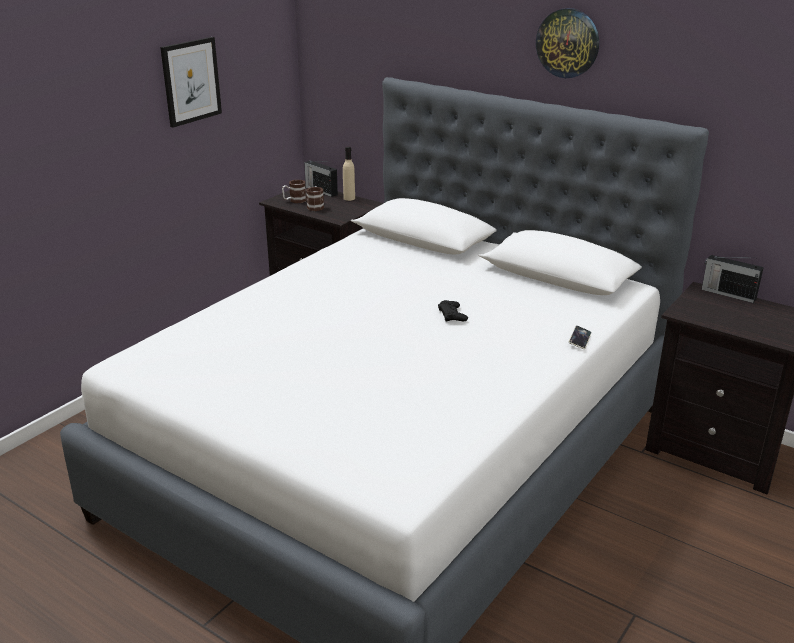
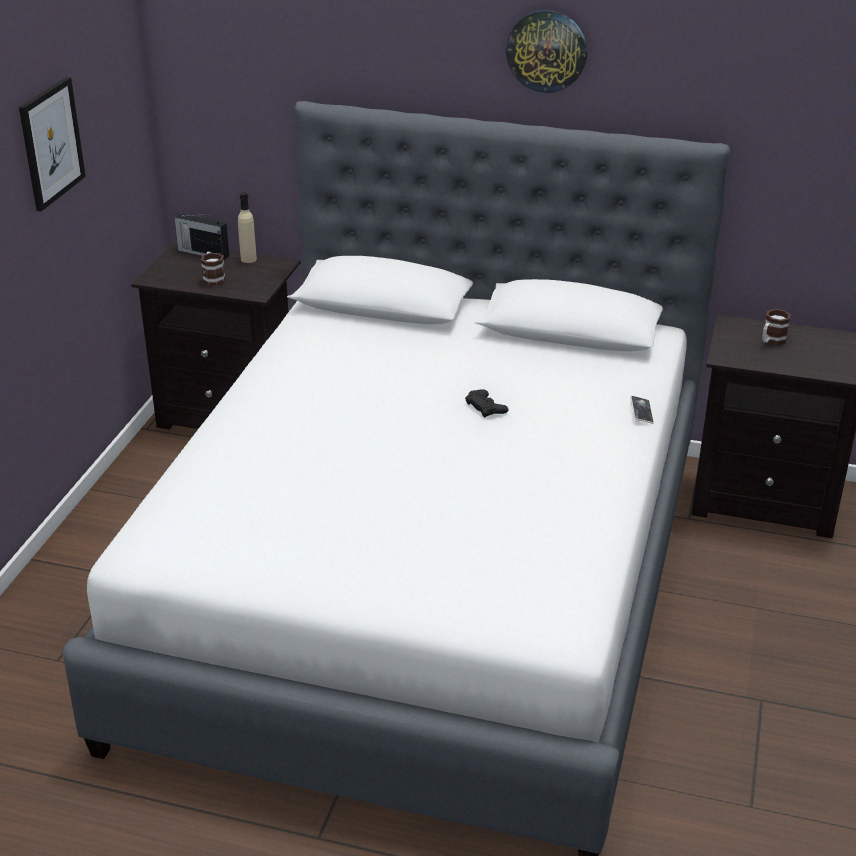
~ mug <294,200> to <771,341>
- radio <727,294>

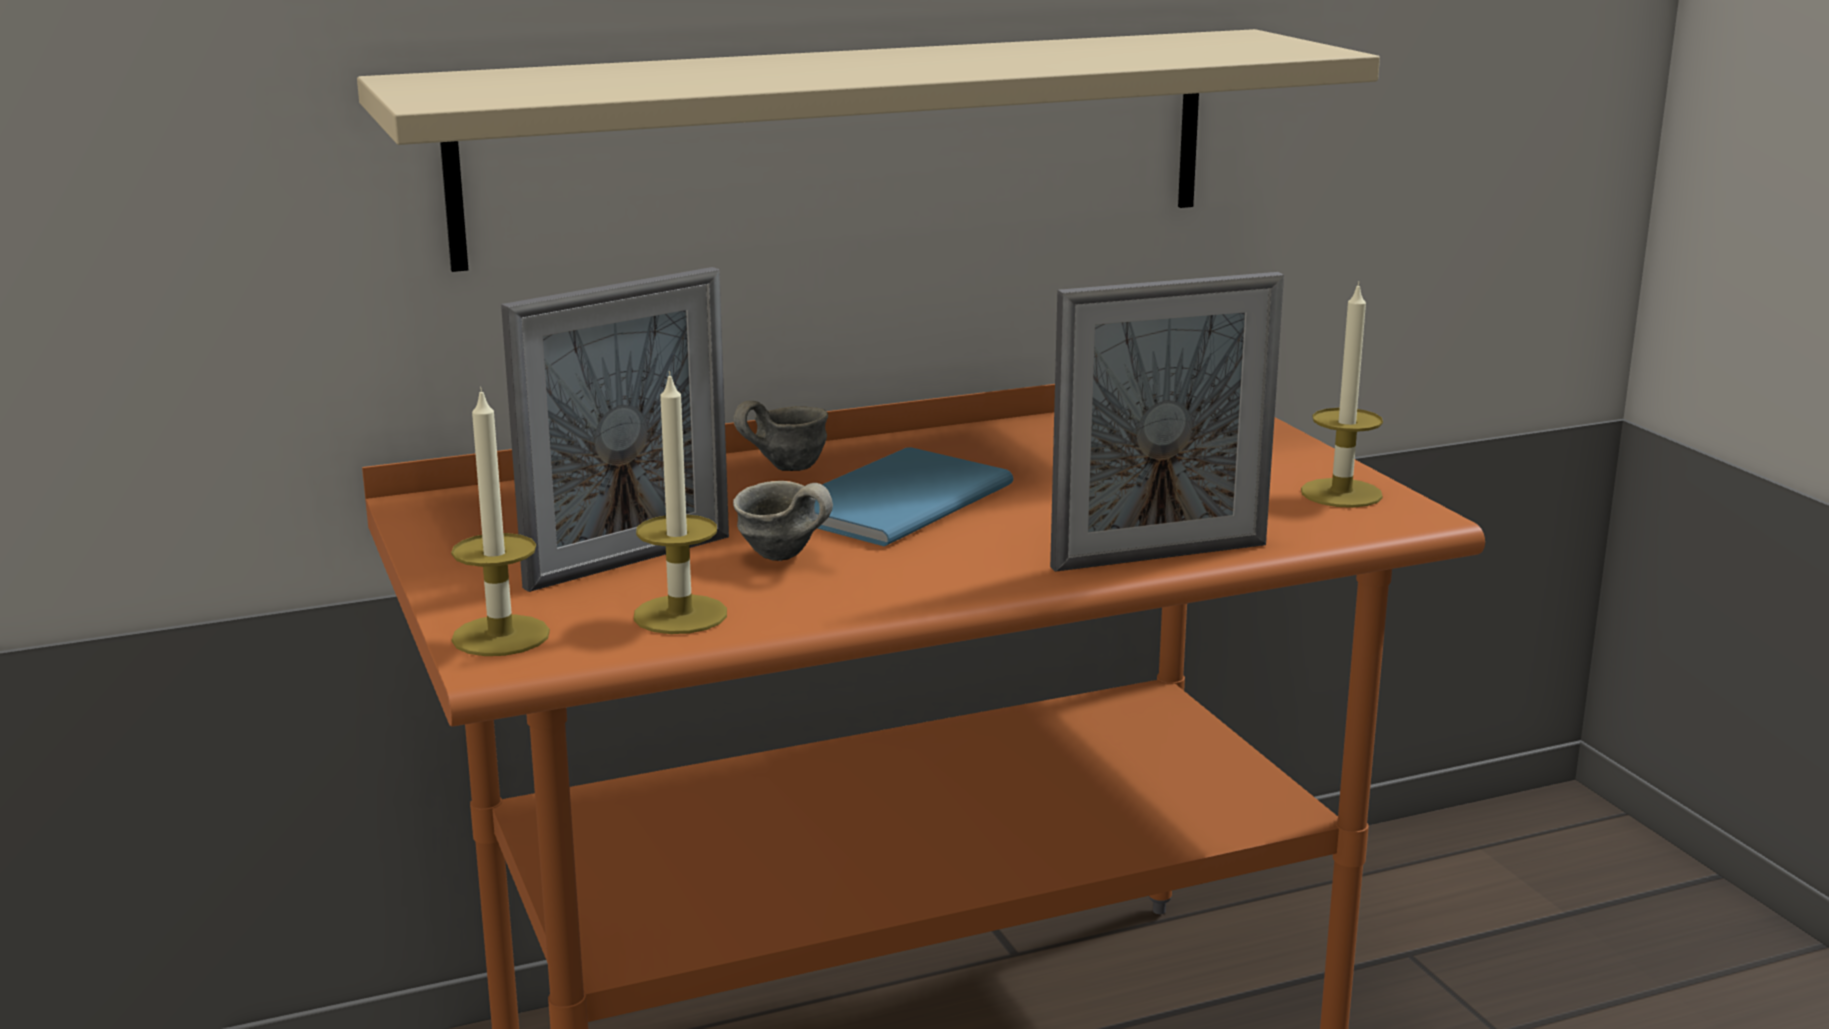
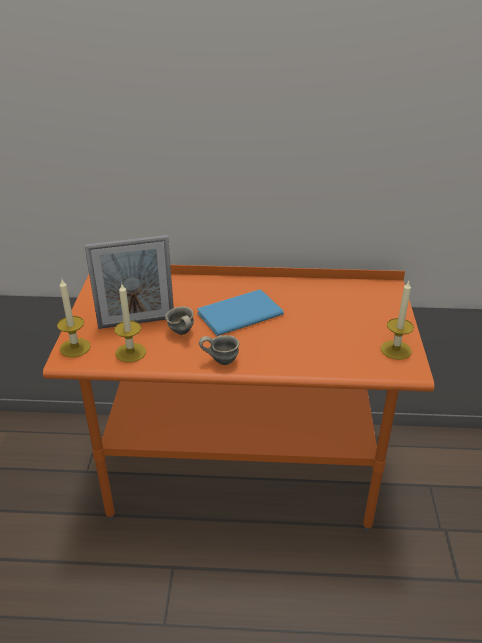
- shelf in beige <845,144>
~ mug in grey <783,468> to <221,360>
- picture frame <1159,556>

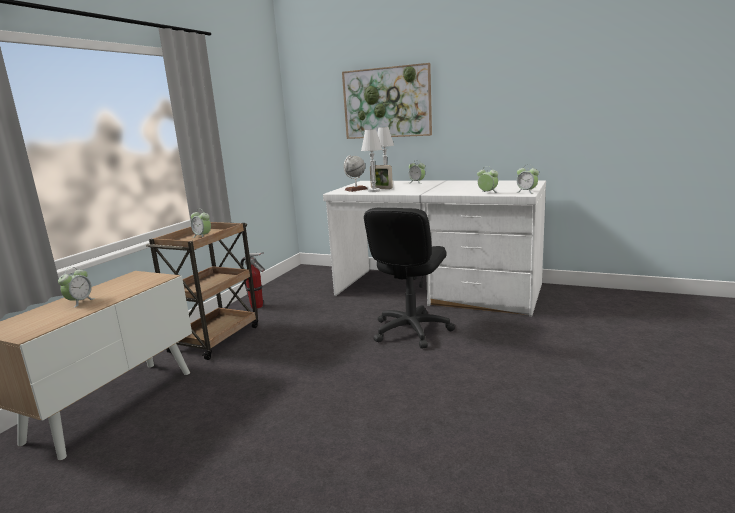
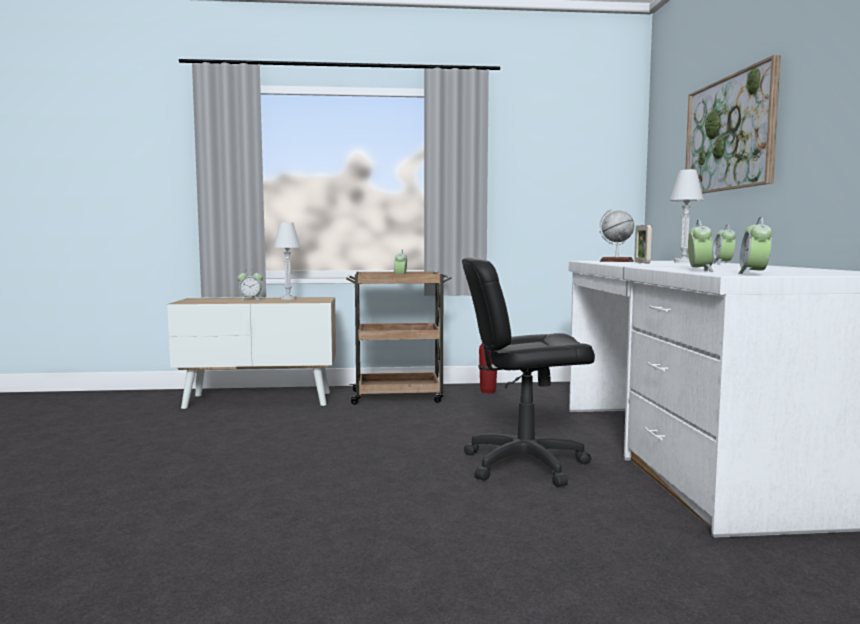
~ table lamp in white <374,191> to <288,299>

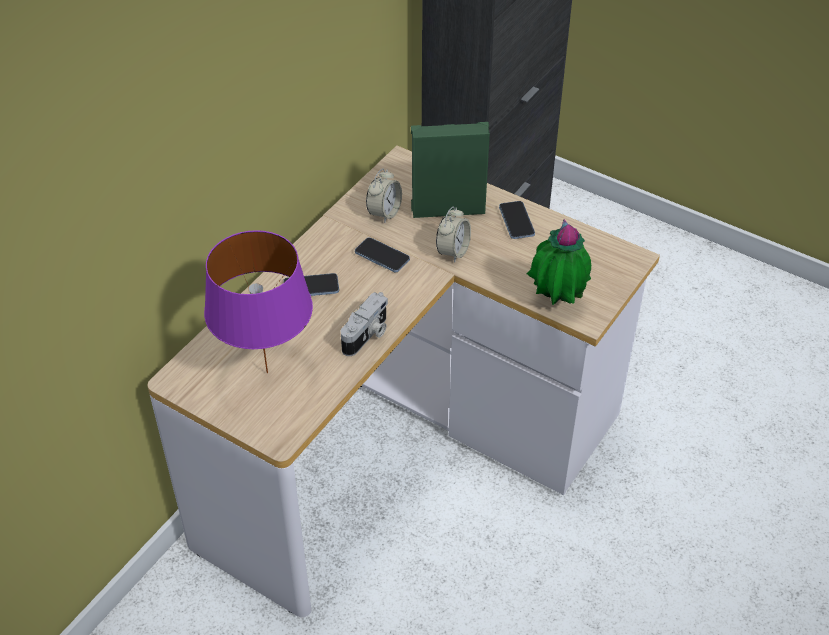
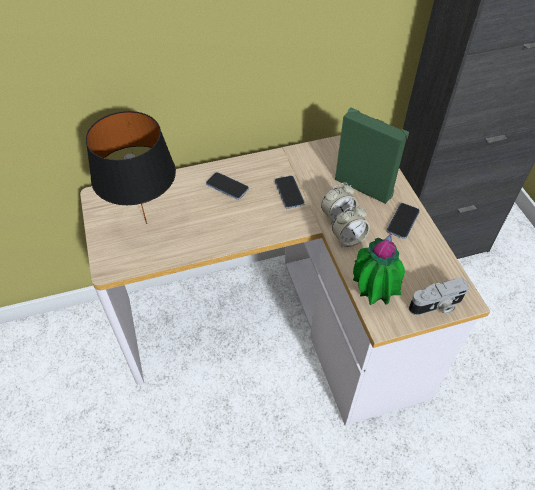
~ table lamp in purple <268,373> to table lamp in black <146,224>
~ photo camera <367,335> to <437,306>
~ alarm clock <384,213> to <348,239>

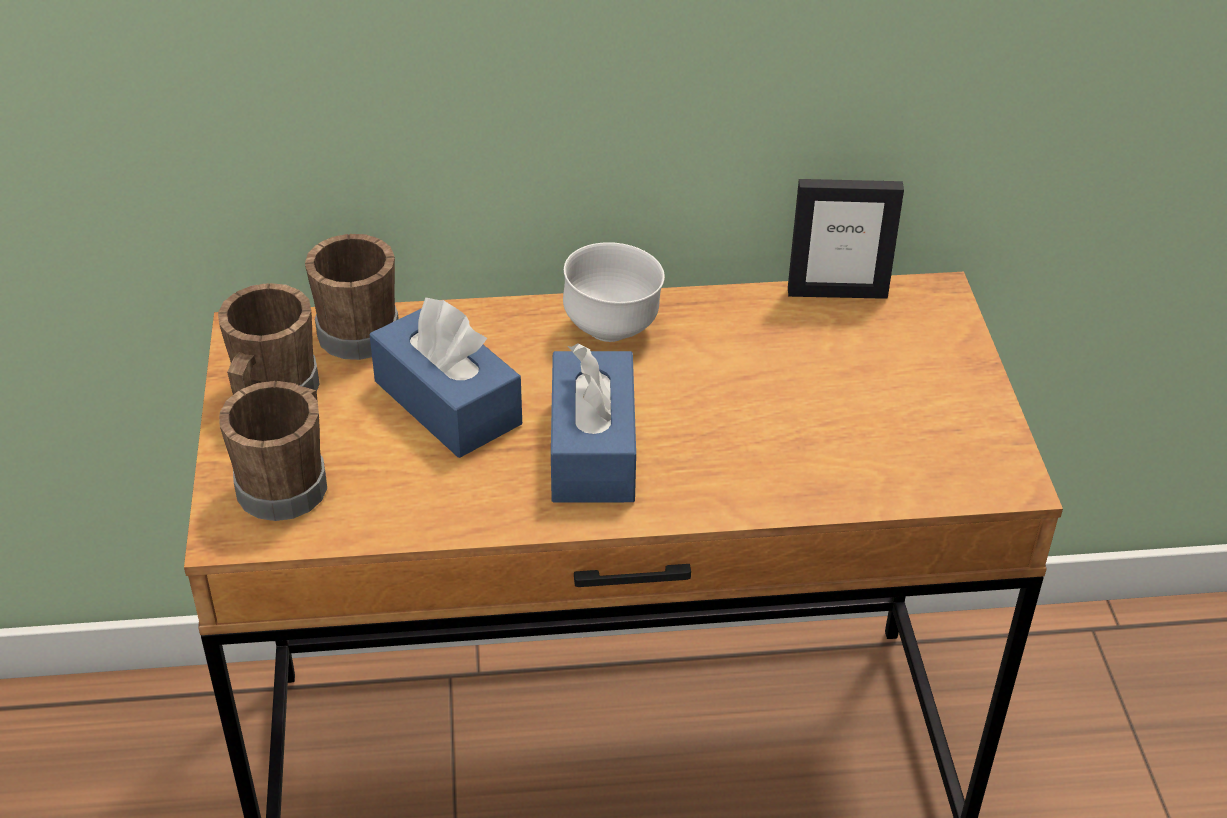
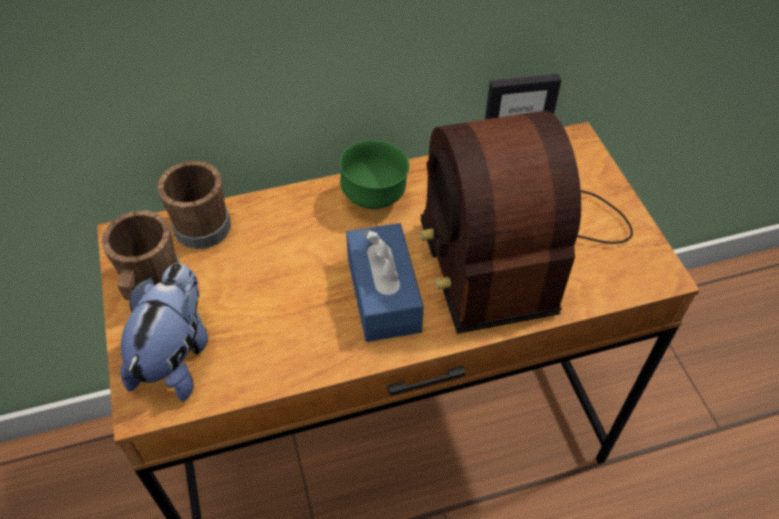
~ mug in brown <288,482> to plush toy <177,356>
- tissue box in blue <447,402>
~ bowl in white <612,330> to bowl in green <375,198>
+ radio <514,242>

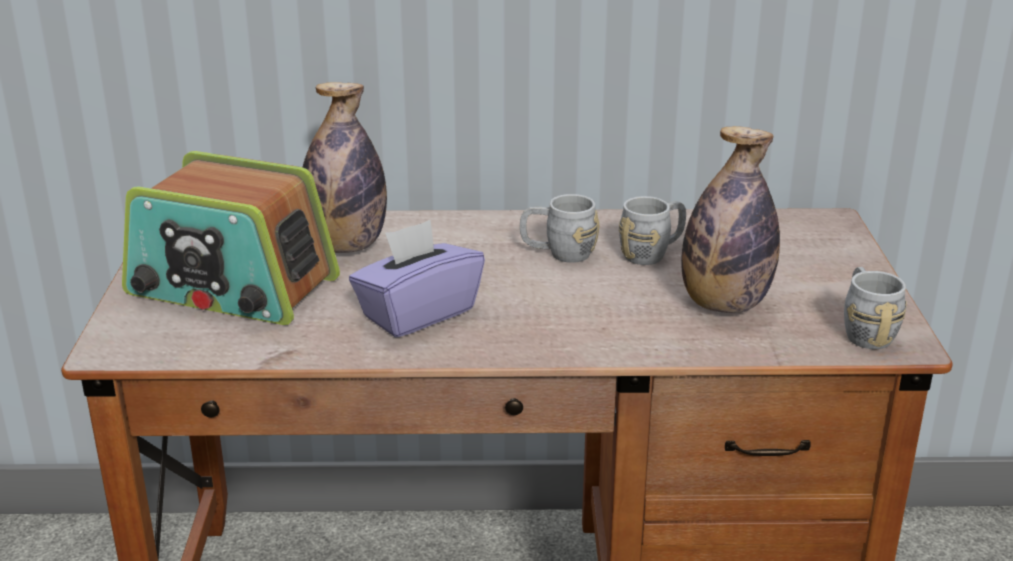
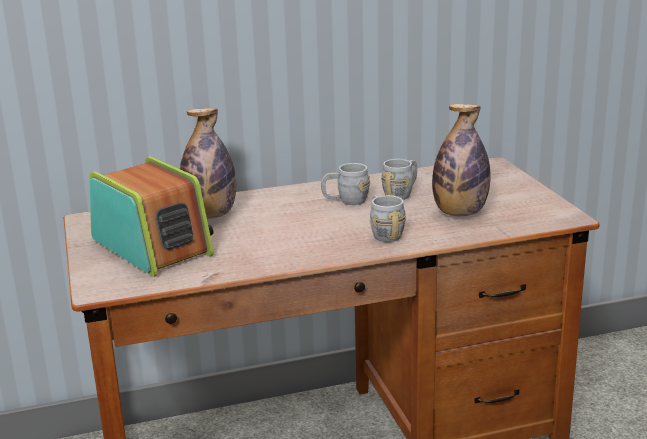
~ radio <232,287> = <152,247> 135 degrees counterclockwise
- tissue box in purple <417,313>
~ mug in grey <864,331> to <384,233>

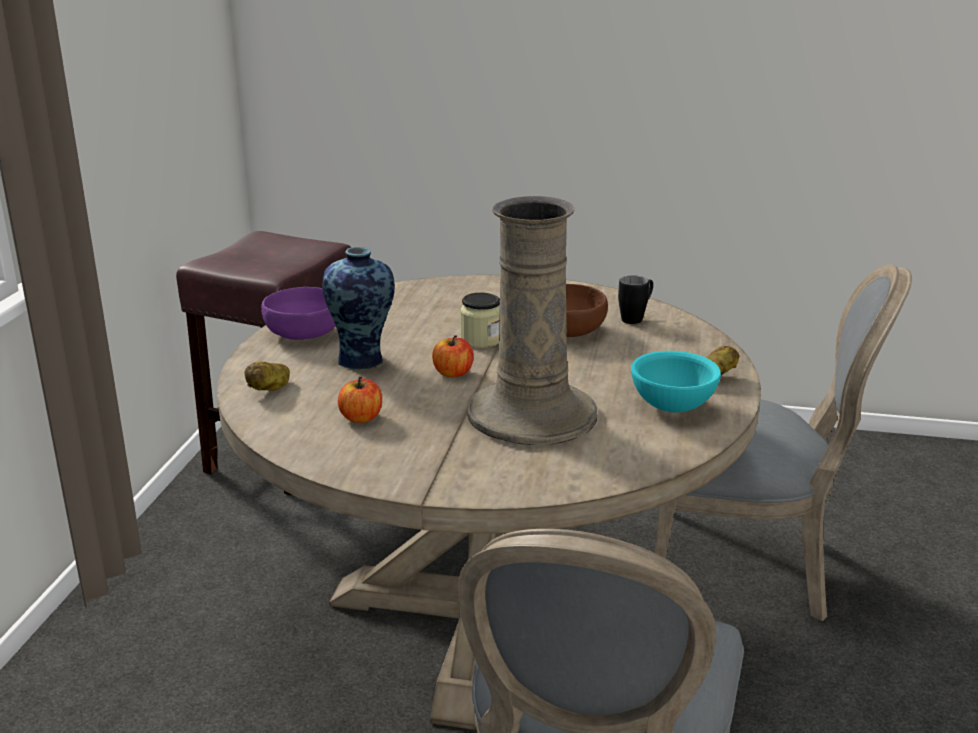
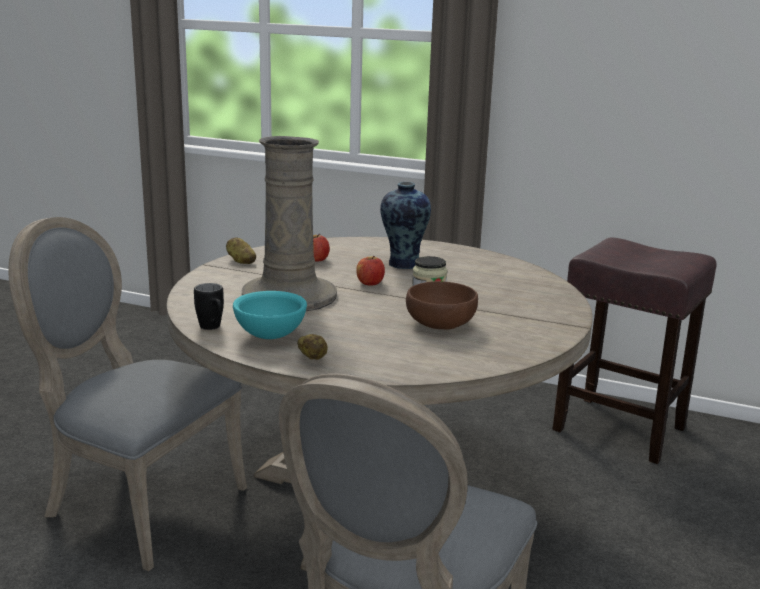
~ potato <270,389> to <240,261>
- bowl in purple <304,333>
~ mug in black <636,318> to <212,328>

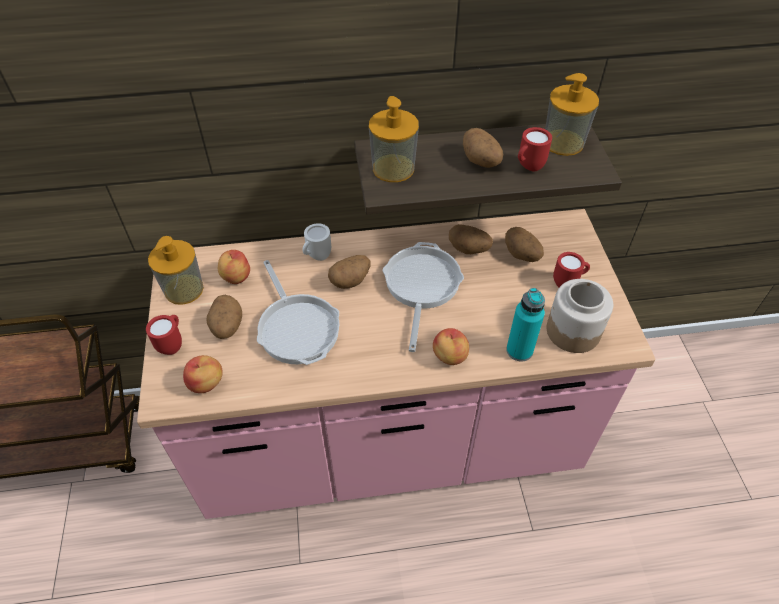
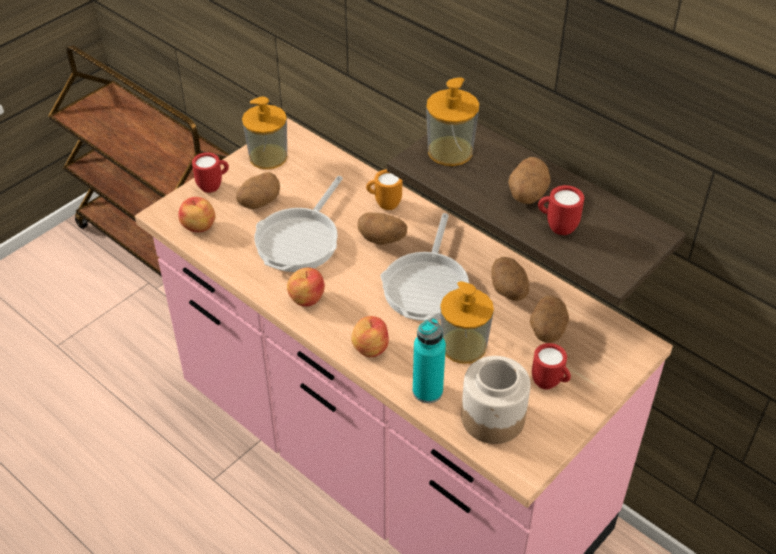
~ apple <235,277> to <306,298>
~ mug in white <317,257> to mug in orange <384,204>
~ frying pan <421,286> = <427,285> 135 degrees clockwise
~ soap dispenser <563,142> to <464,346>

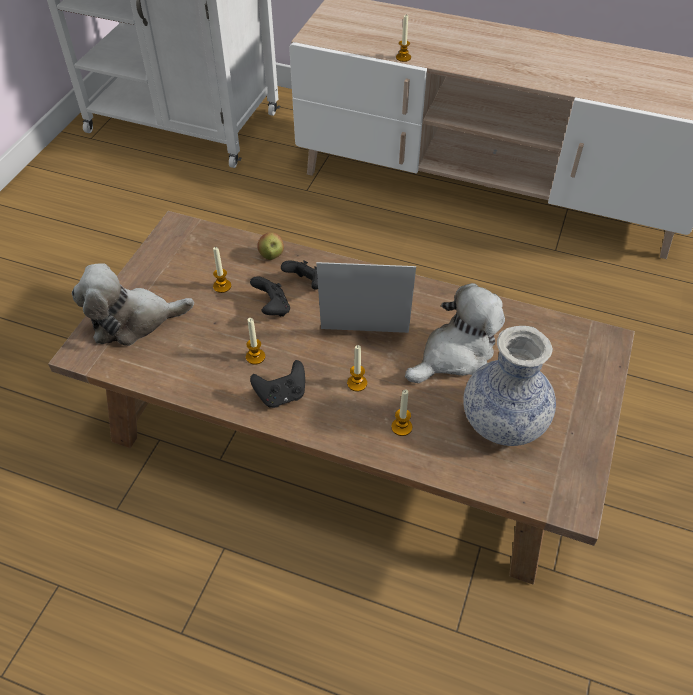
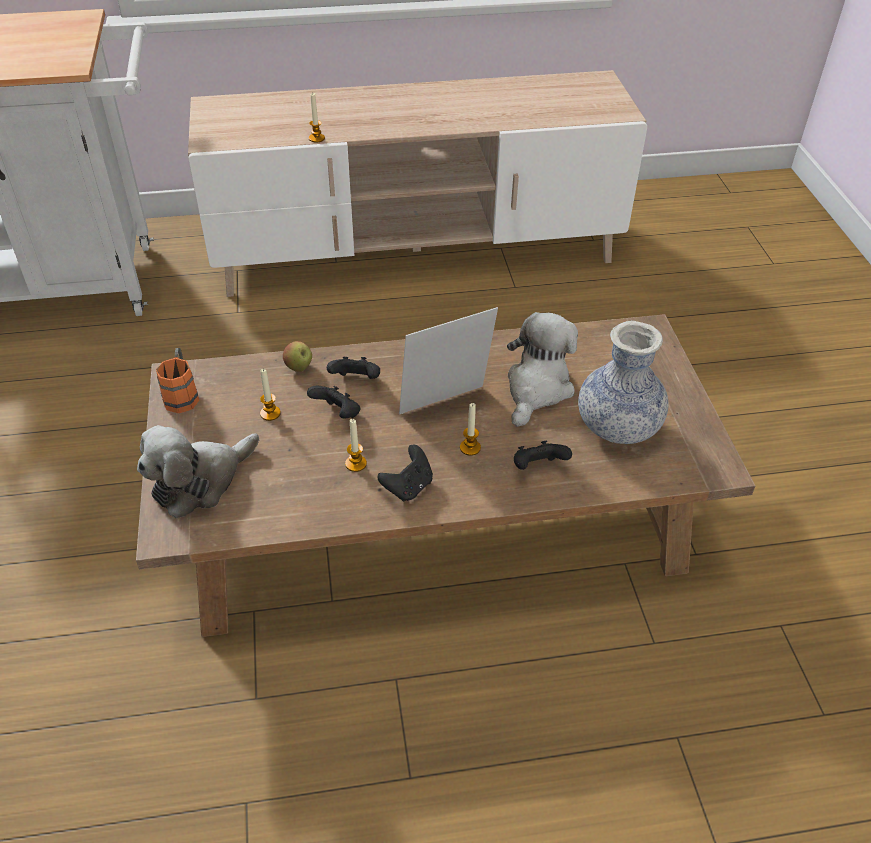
~ candle <401,427> to game controller in black <537,468>
+ mug in orange <182,394>

